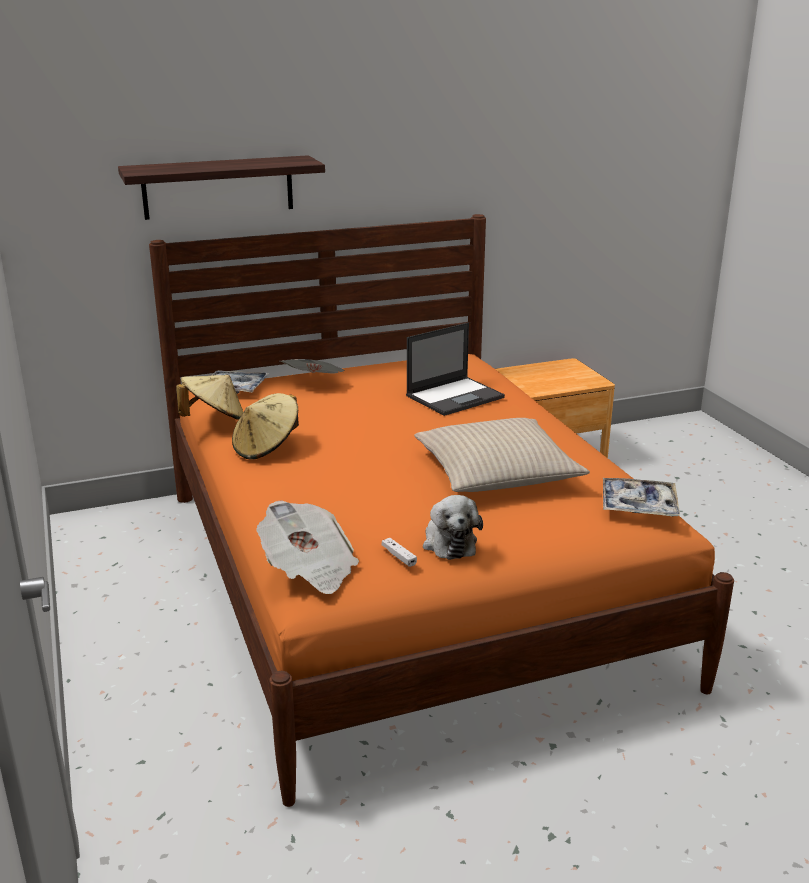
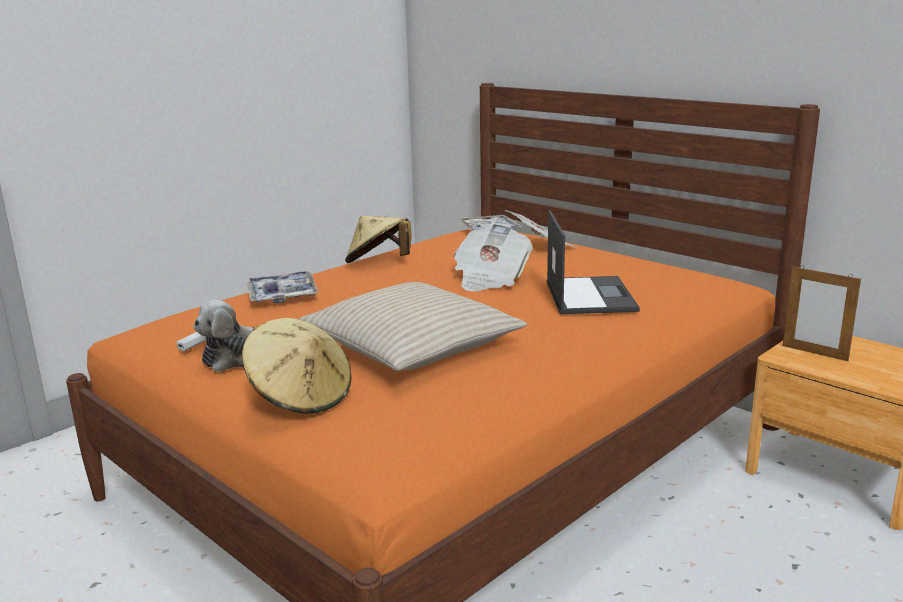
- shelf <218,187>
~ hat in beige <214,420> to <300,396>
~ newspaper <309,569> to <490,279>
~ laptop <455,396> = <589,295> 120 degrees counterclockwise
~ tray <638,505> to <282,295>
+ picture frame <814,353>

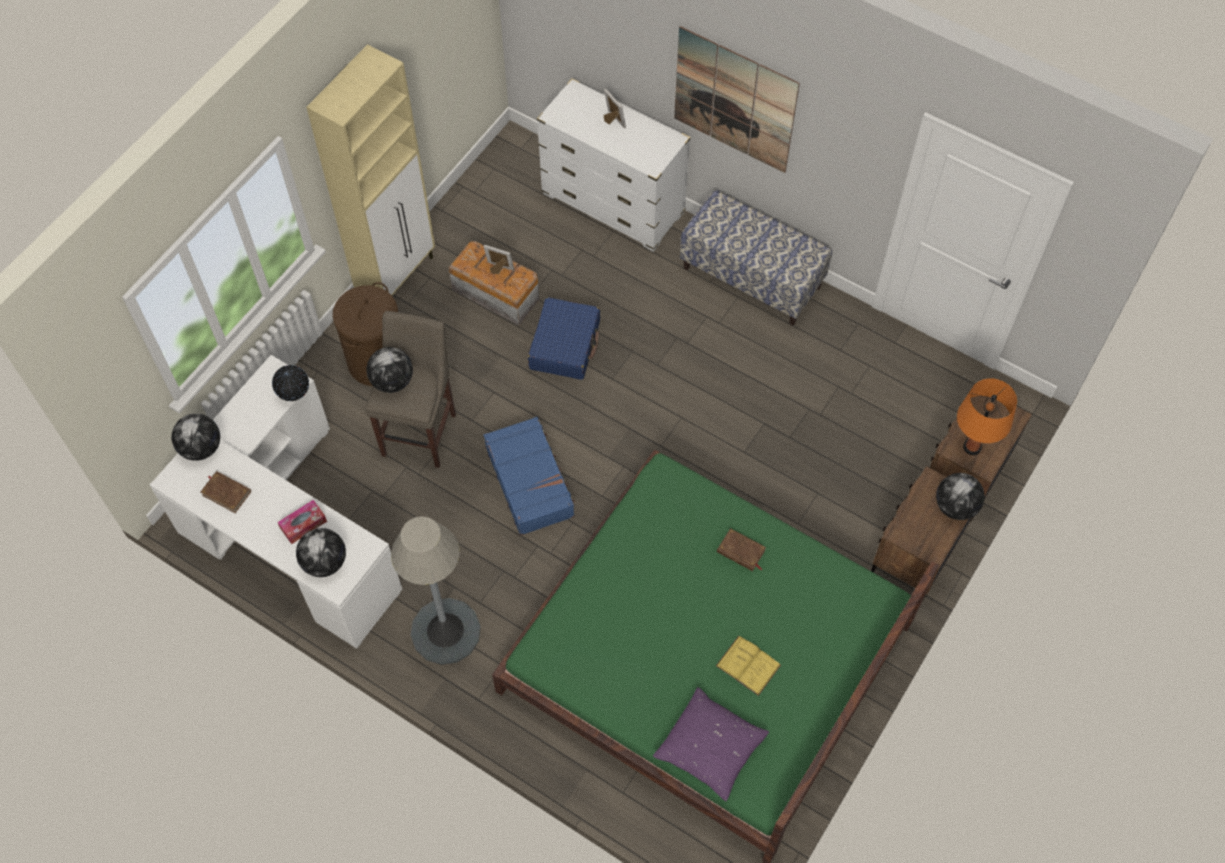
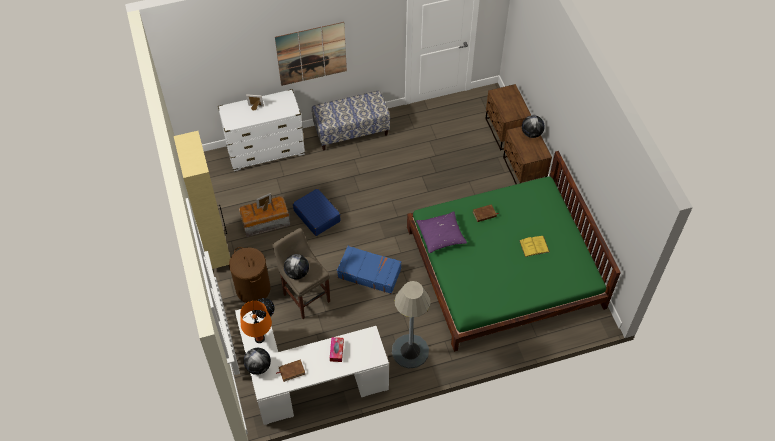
- globe <325,562>
~ pillow in purple <710,748> to <441,235>
~ table lamp in orange <972,447> to <259,338>

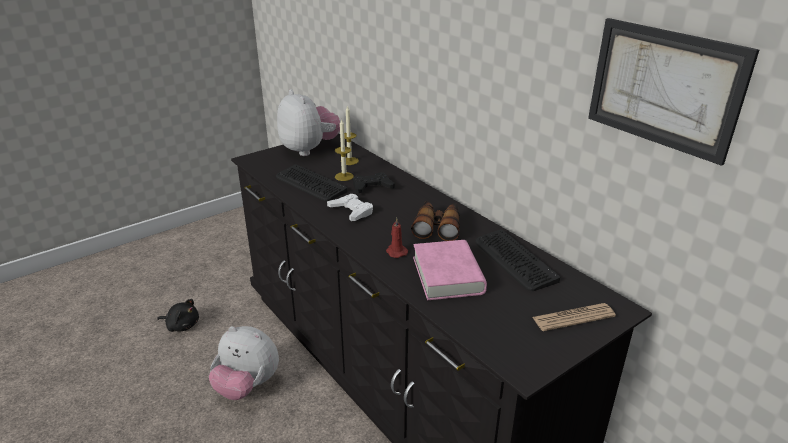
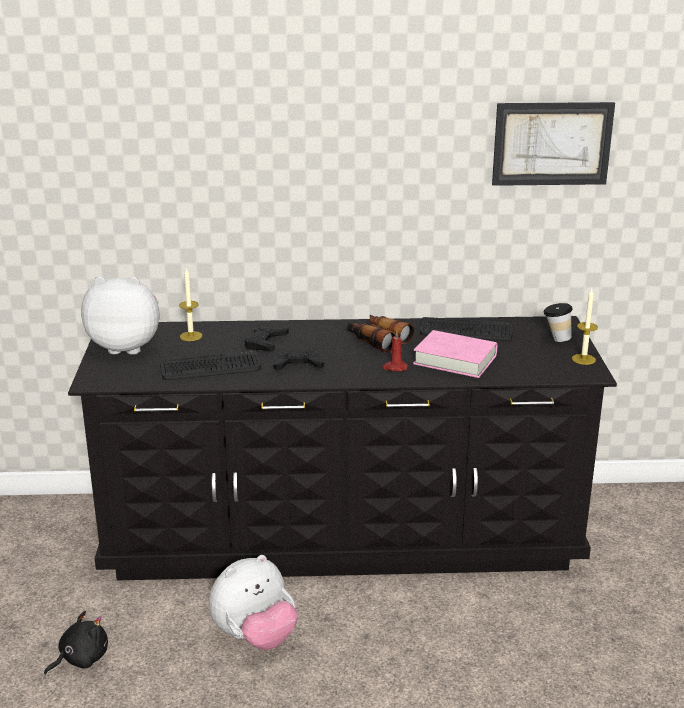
~ game controller in white <351,211> to game controller in black <298,364>
~ candle <344,176> to <583,359>
~ newspaper <573,317> to cup <556,339>

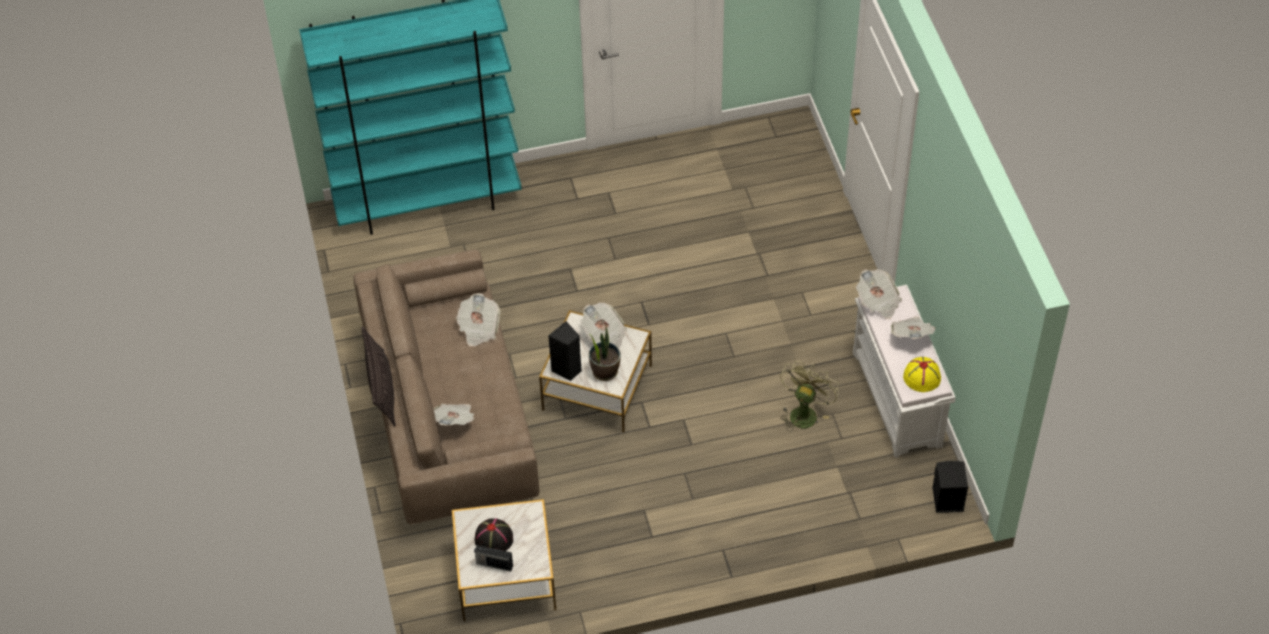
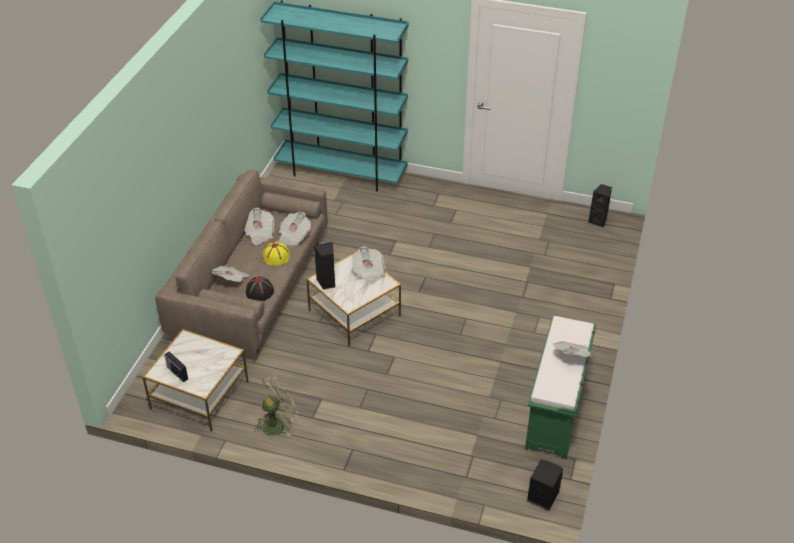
- pillow <382,388>
~ hat in black <494,538> to <260,292>
- potted plant <605,371>
~ fan in green <804,412> to <277,424>
~ bench in white <898,399> to bench in green <556,412>
~ newspaper <878,302> to <259,233>
~ hat in yellow <922,376> to <276,256>
+ speaker in black <598,221>

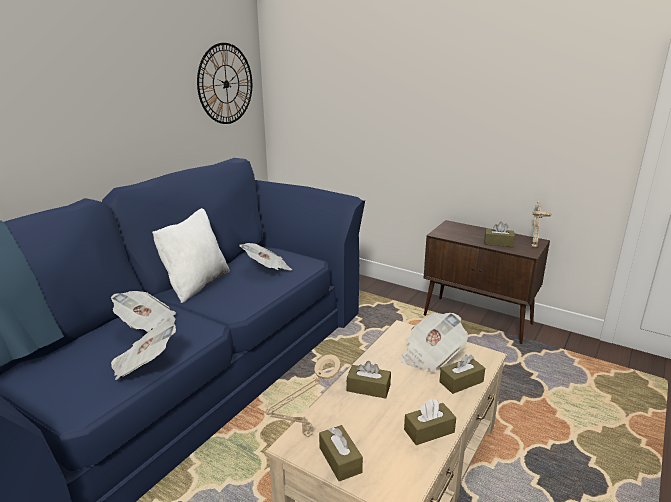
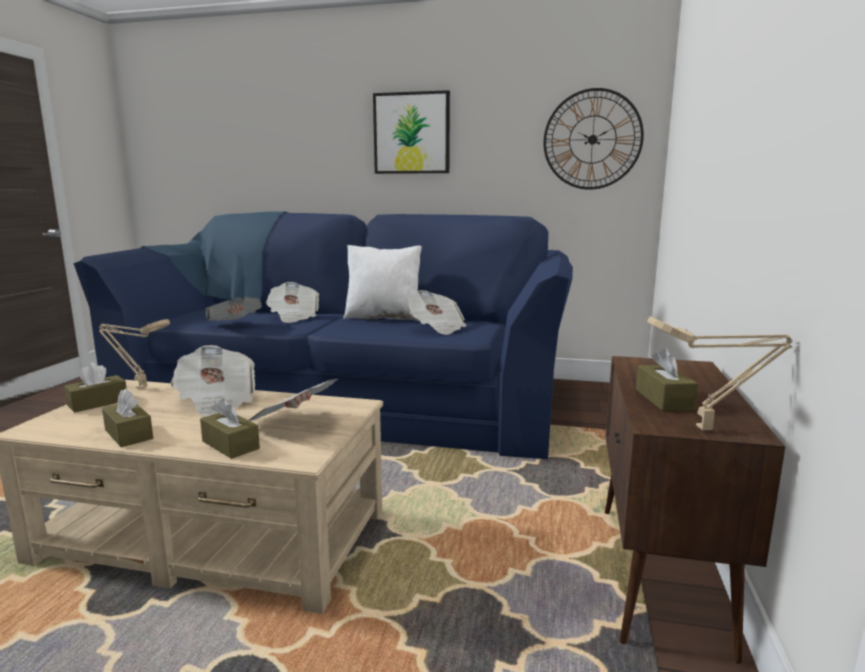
~ tissue box in brown <368,388> to newspaper <216,401>
+ picture <411,133>

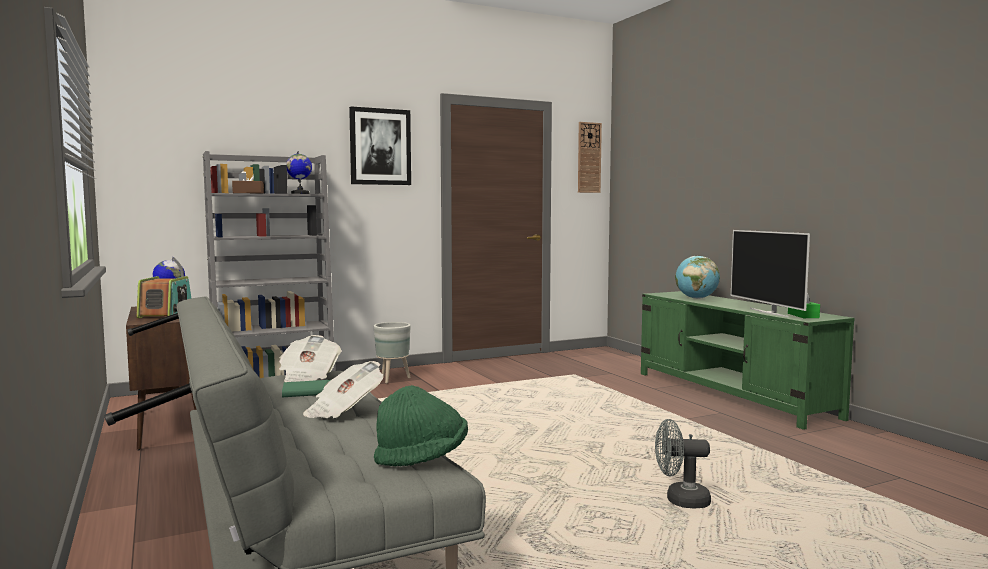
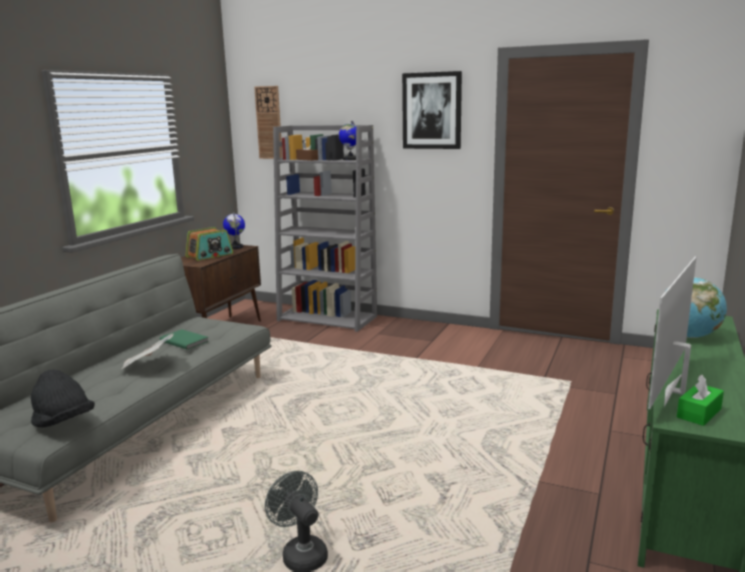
- newspaper <308,376>
- planter in grey <393,379>
~ hat in green <422,458> to hat in black <63,423>
~ wall clock <589,157> to <269,122>

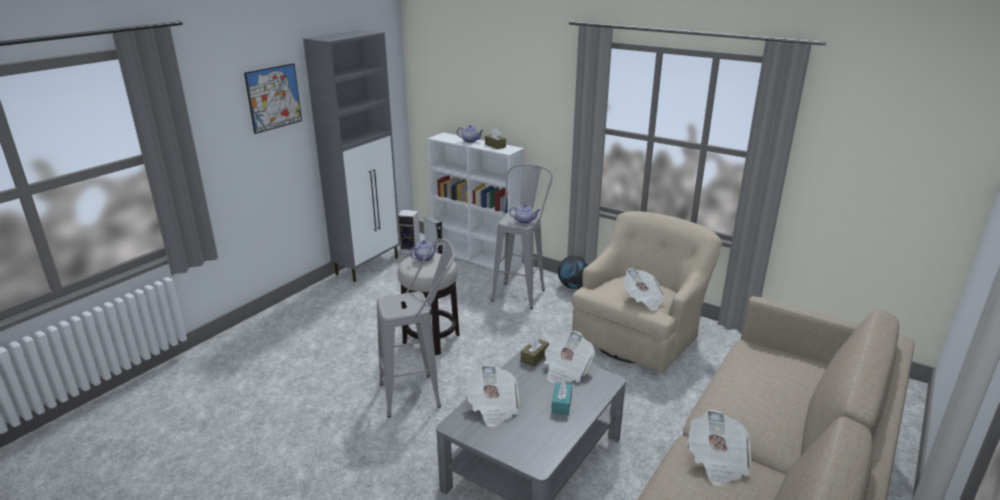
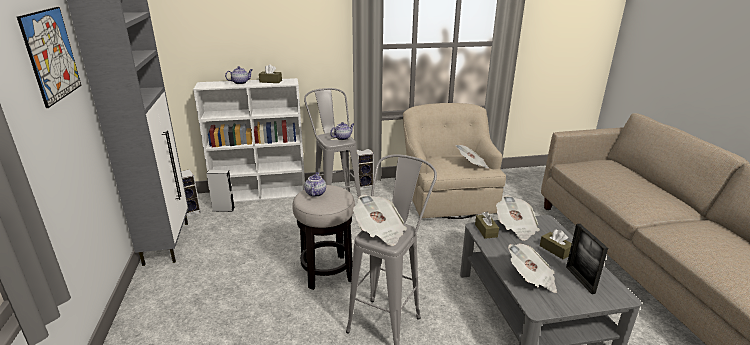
~ tissue box in turquoise <561,404> to tissue box in brown <555,250>
~ globe <574,287> to speaker <364,186>
~ newspaper <717,461> to <380,232>
+ picture frame <580,279>

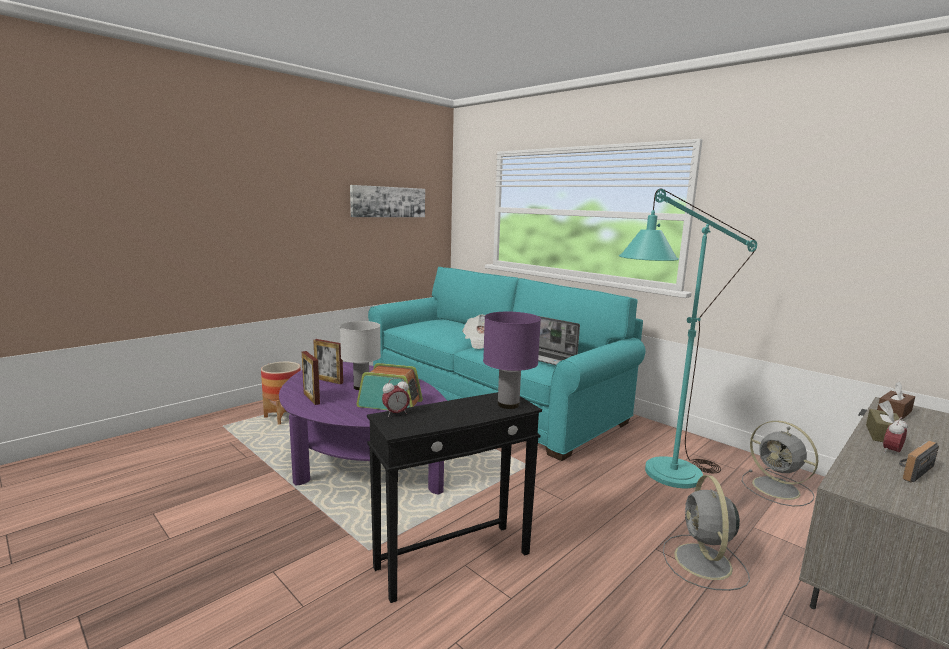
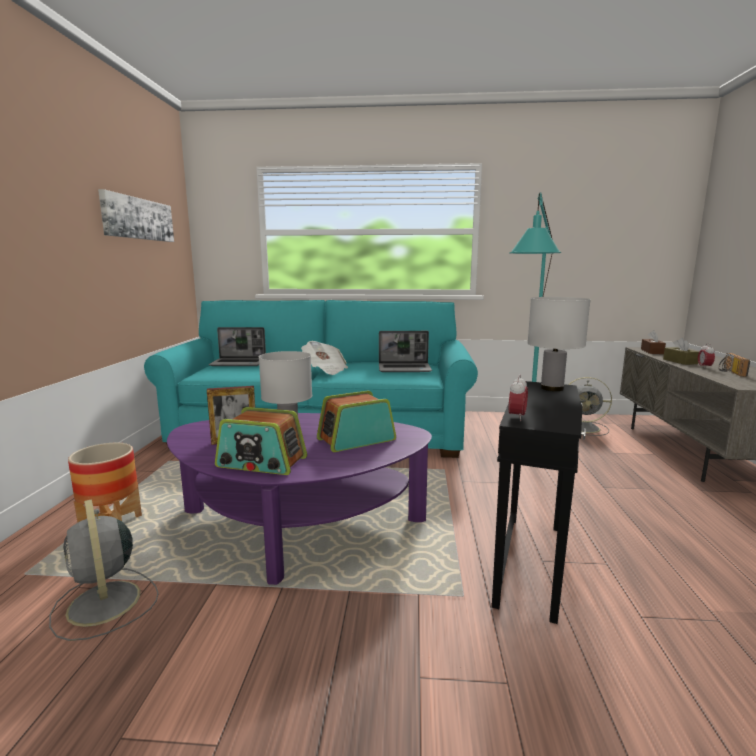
~ picture frame <311,398> to radio <261,462>
~ table lamp in purple <507,404> to table lamp in white <551,388>
~ fan in grey <703,563> to <104,604>
+ laptop <239,363>

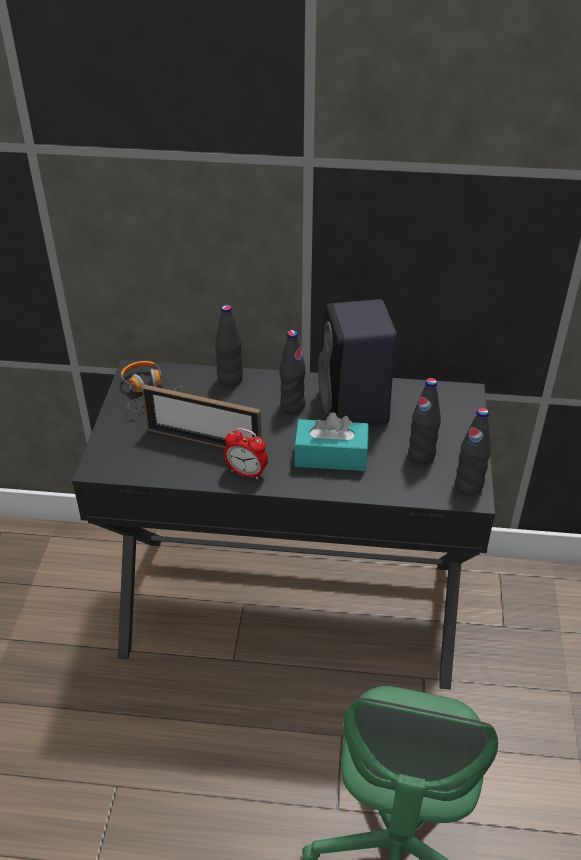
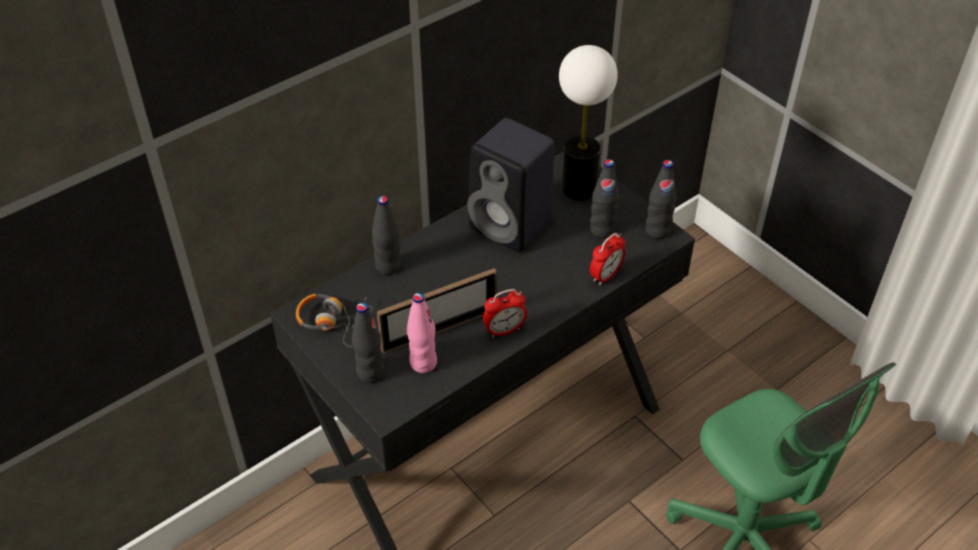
~ bottle in black <292,406> to <370,373>
- tissue box in turquoise <331,456>
+ bottle in pink <423,363>
+ table lamp <578,188>
+ alarm clock <605,276>

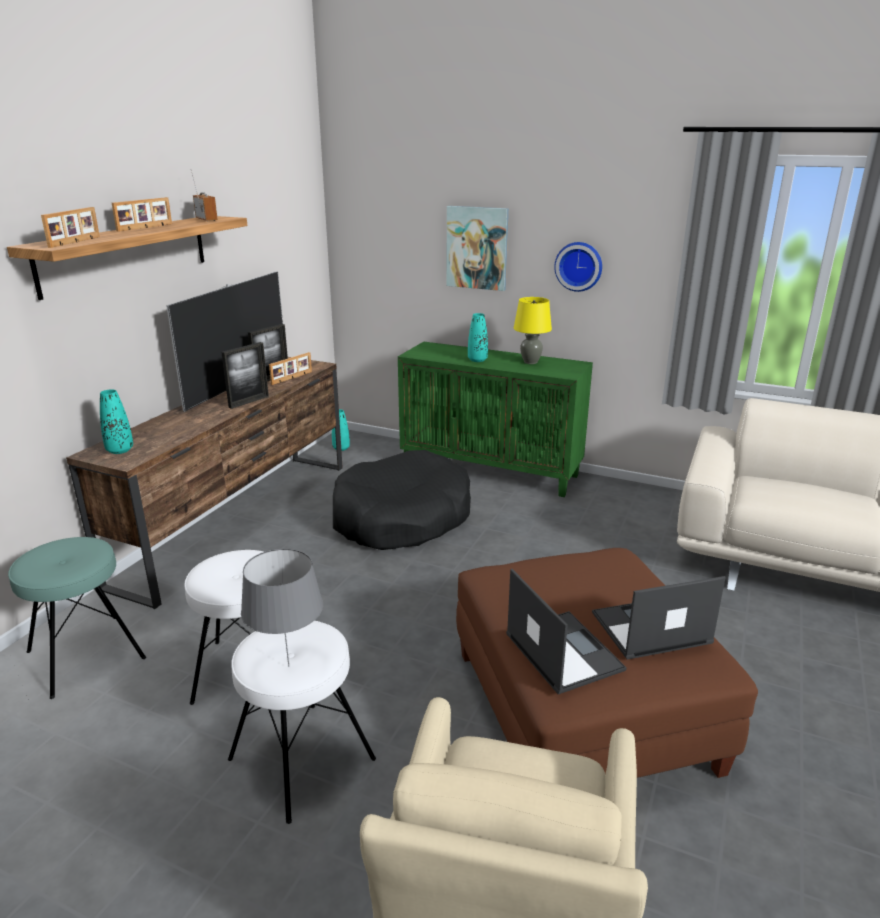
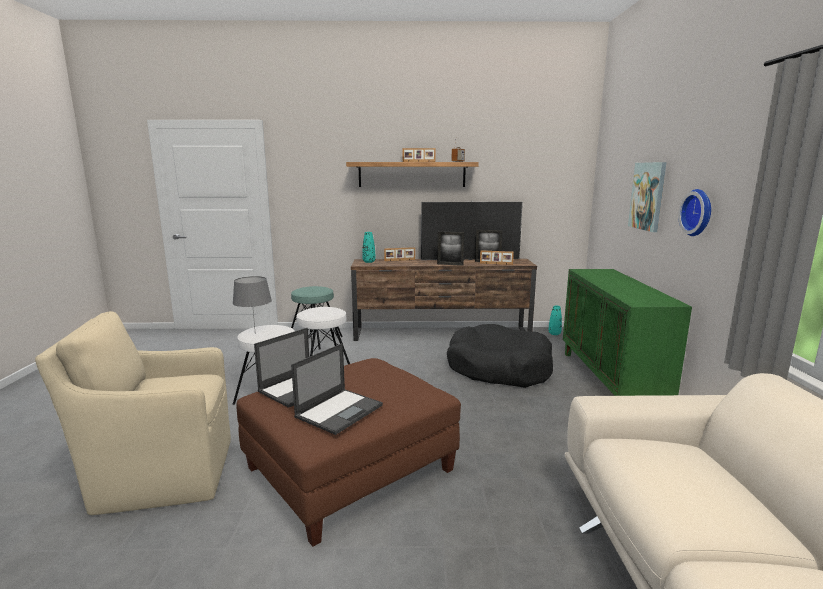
~ picture frame <76,242> to <399,260>
- vase in turquoise <477,360>
- table lamp in yellow <530,362>
~ laptop <649,628> = <340,410> 75 degrees clockwise

